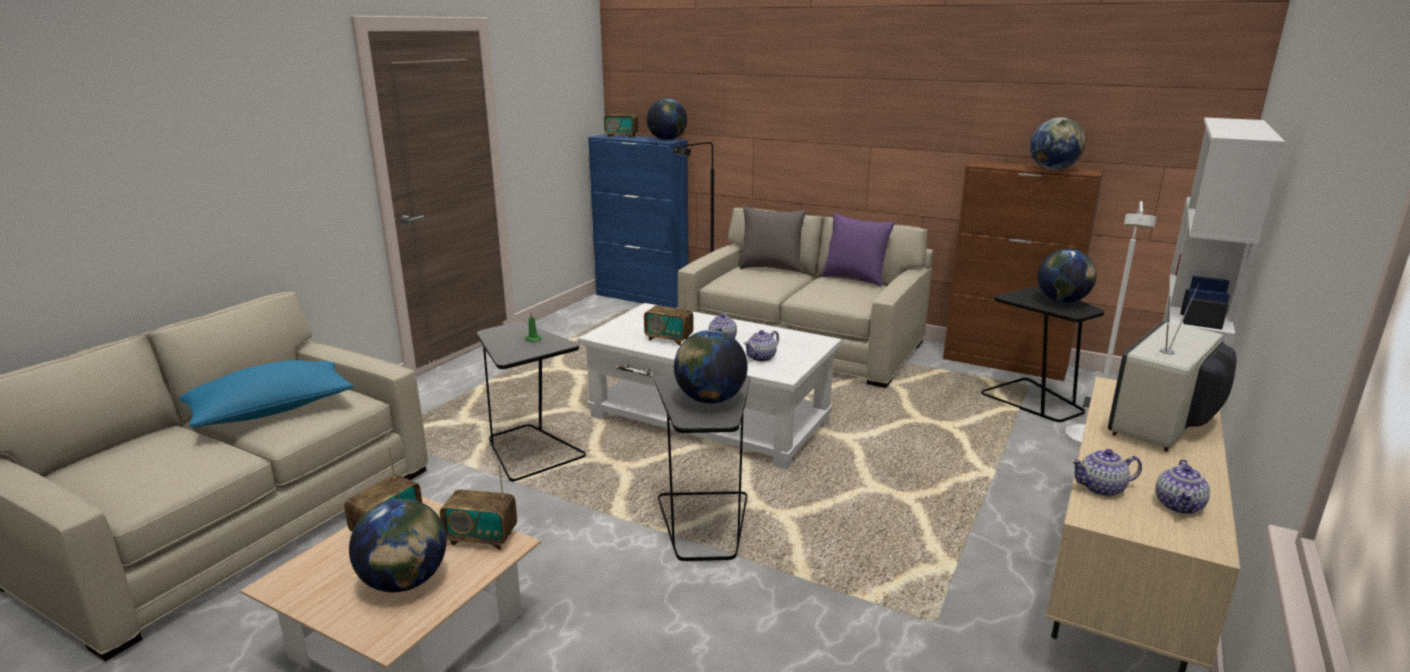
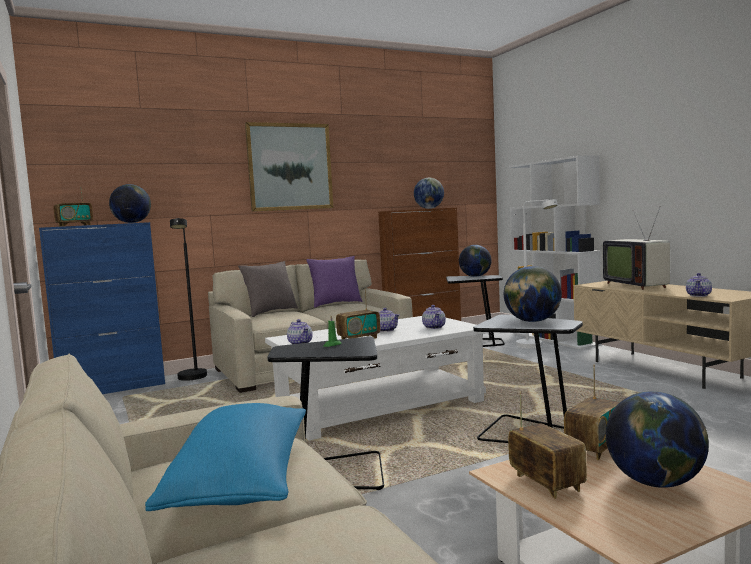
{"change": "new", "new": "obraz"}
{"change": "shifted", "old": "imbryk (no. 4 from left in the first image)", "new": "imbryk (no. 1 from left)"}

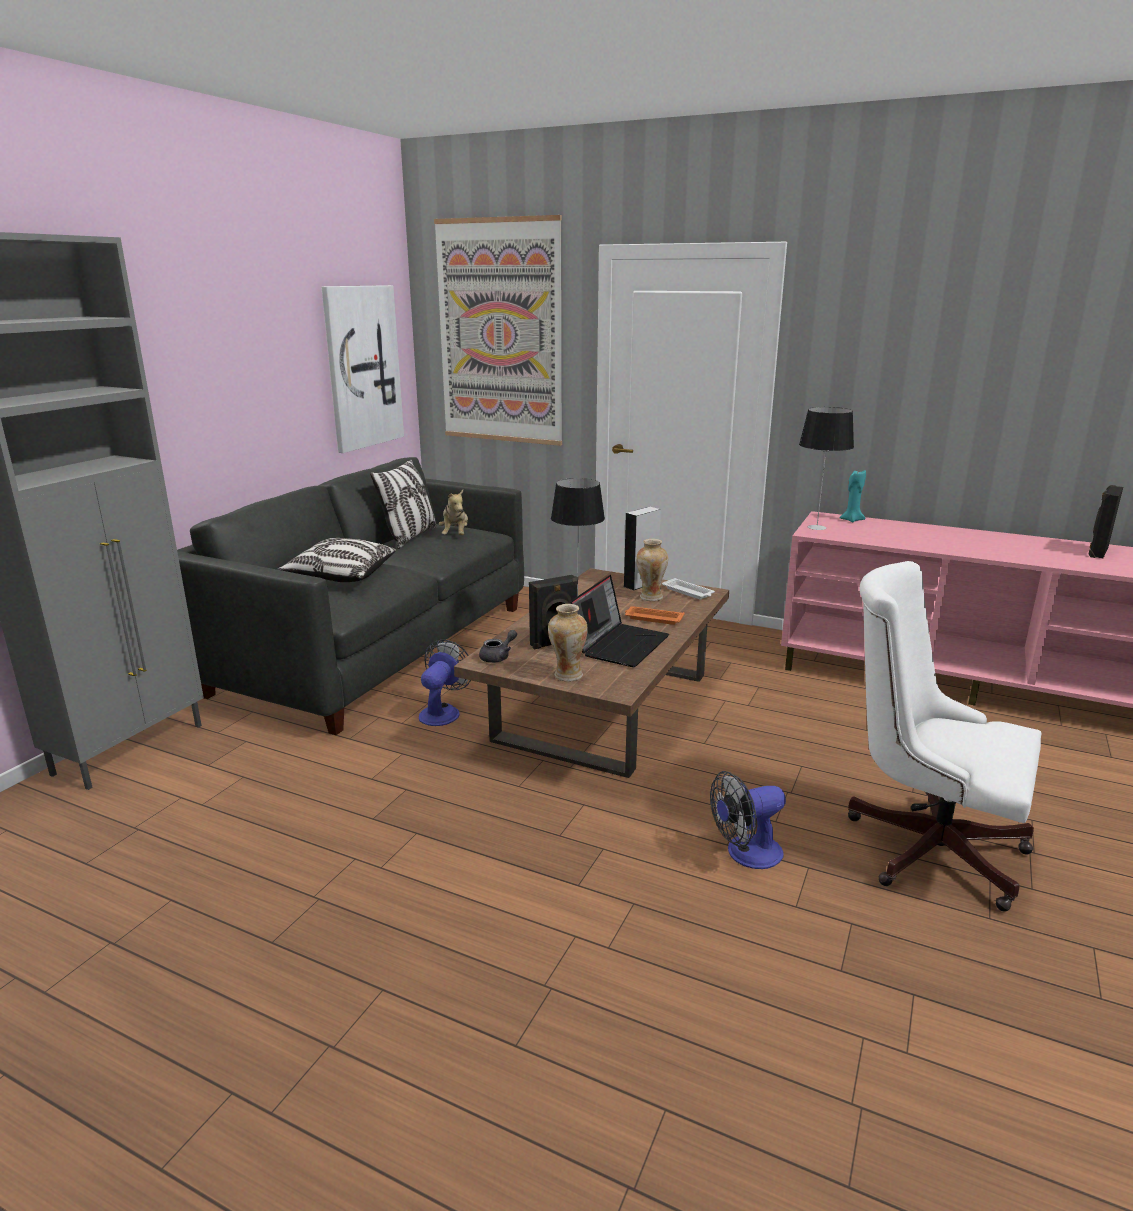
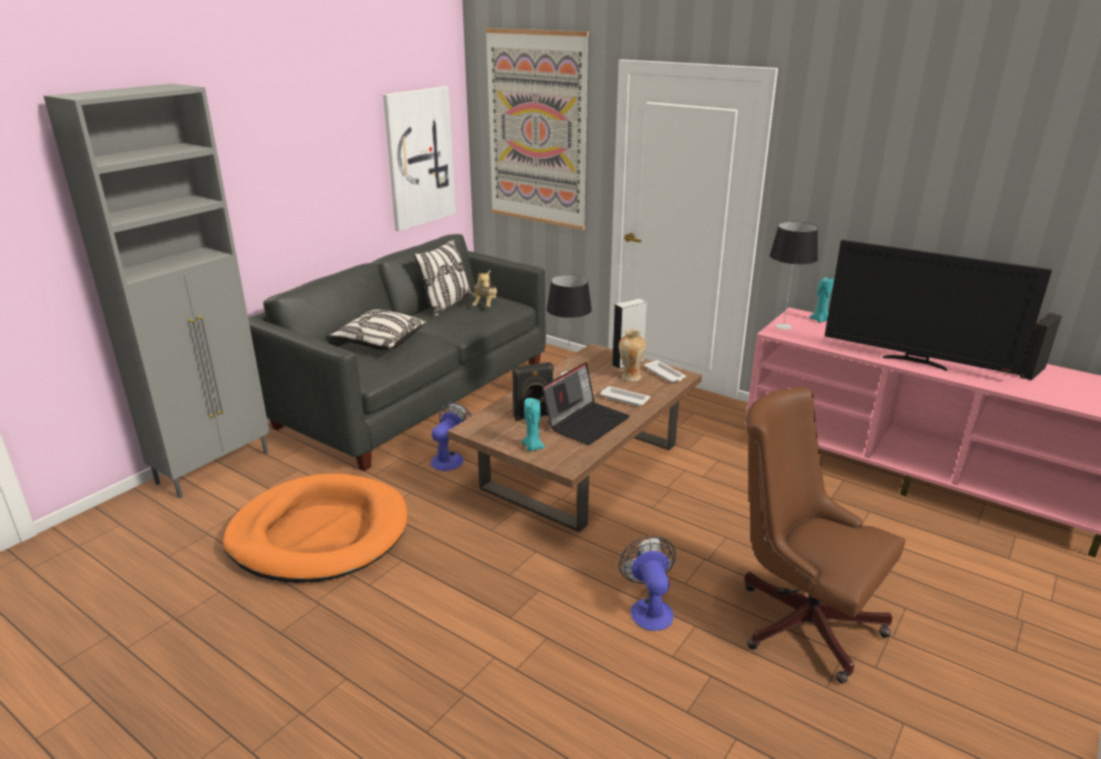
{"change": "new", "new": "legowisko [pomarańczowy]"}
{"change": "swapped", "old": "wazon (no. 1 from left)", "new": "świeca [turkusowy] (no. 1 from left)"}
{"change": "repainted", "old": "taca [pomarańczowy]", "new": "taca [biały] (no. 1 from left)"}
{"change": "rotated", "old": "wentylator (no. 2 from left)", "degrees": 90}
{"change": "repainted", "old": "krzesło biurowe [biały]", "new": "krzesło biurowe [brązowy]"}
{"change": "new", "new": "telewizor"}
{"change": "gone", "old": "imbryk [szary]"}

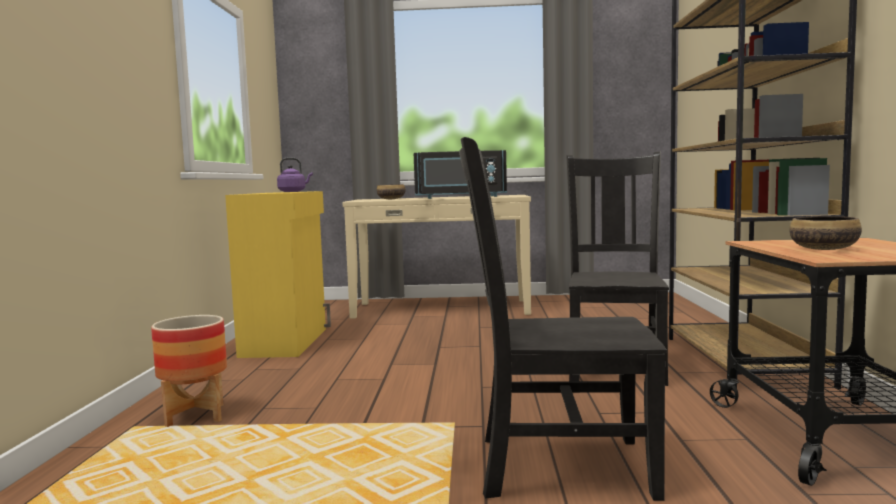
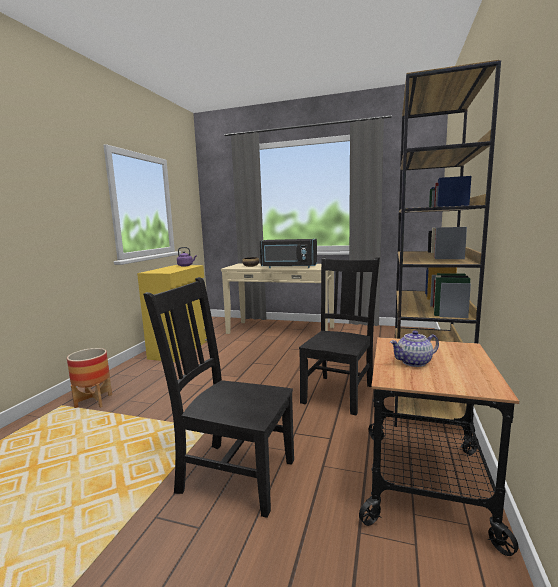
{"change": "swapped", "old": "miska (no. 2 from left)", "new": "imbryk"}

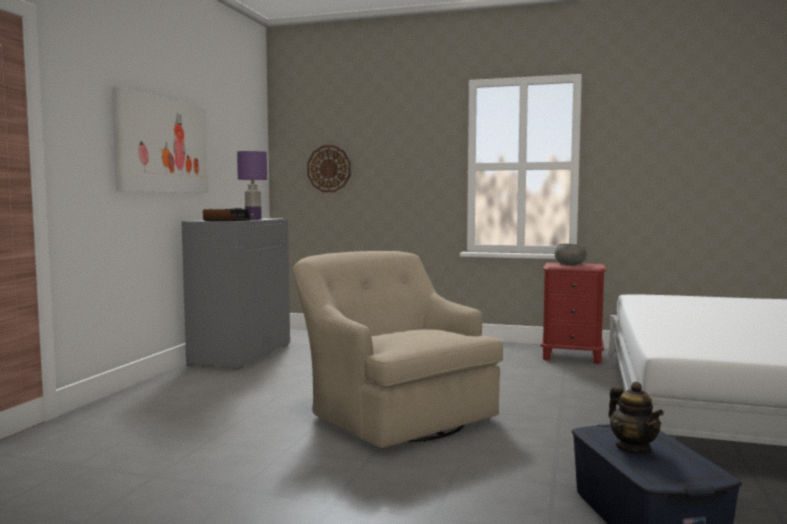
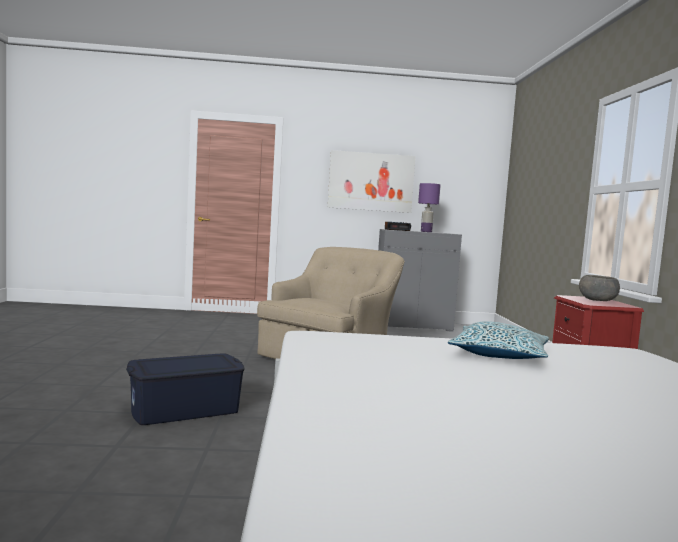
{"change": "new", "new": "poduszka"}
{"change": "gone", "old": "zegar ścienny"}
{"change": "gone", "old": "imbryk"}

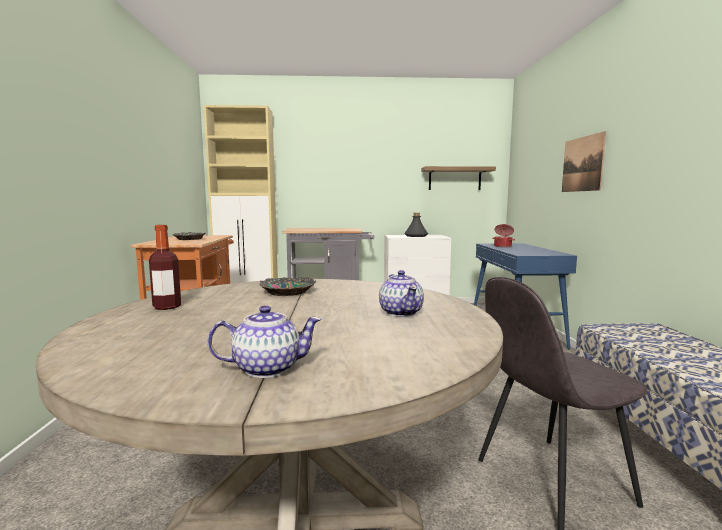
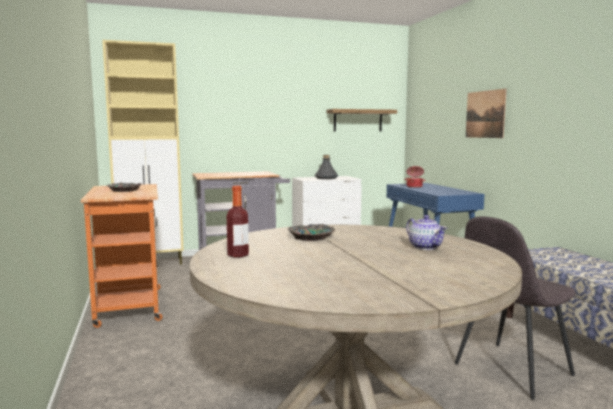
{"change": "gone", "old": "imbryk (no. 1 from left)"}

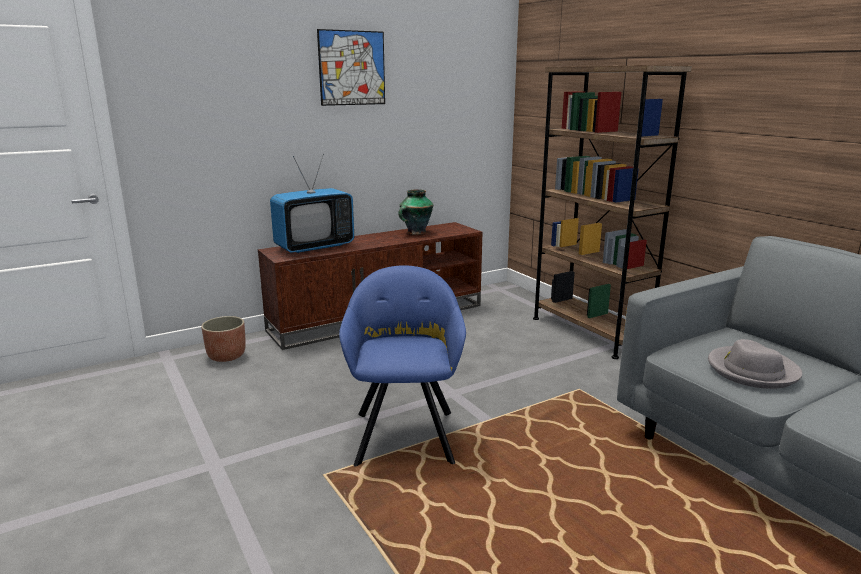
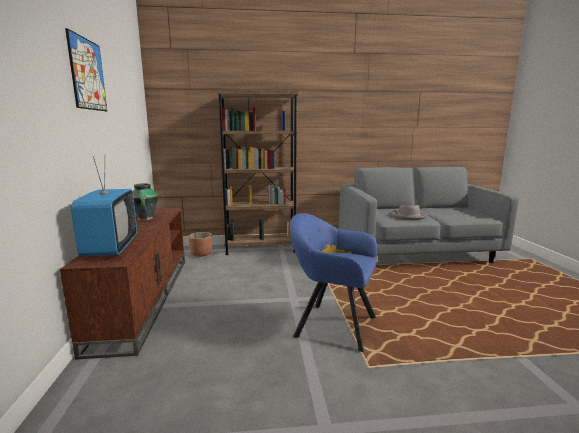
{"change": "shifted", "old": "donica"}

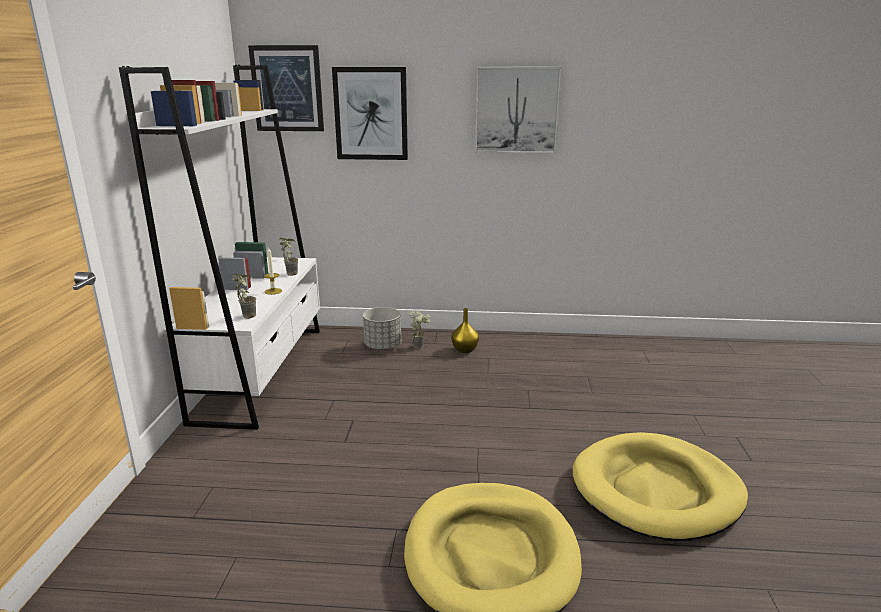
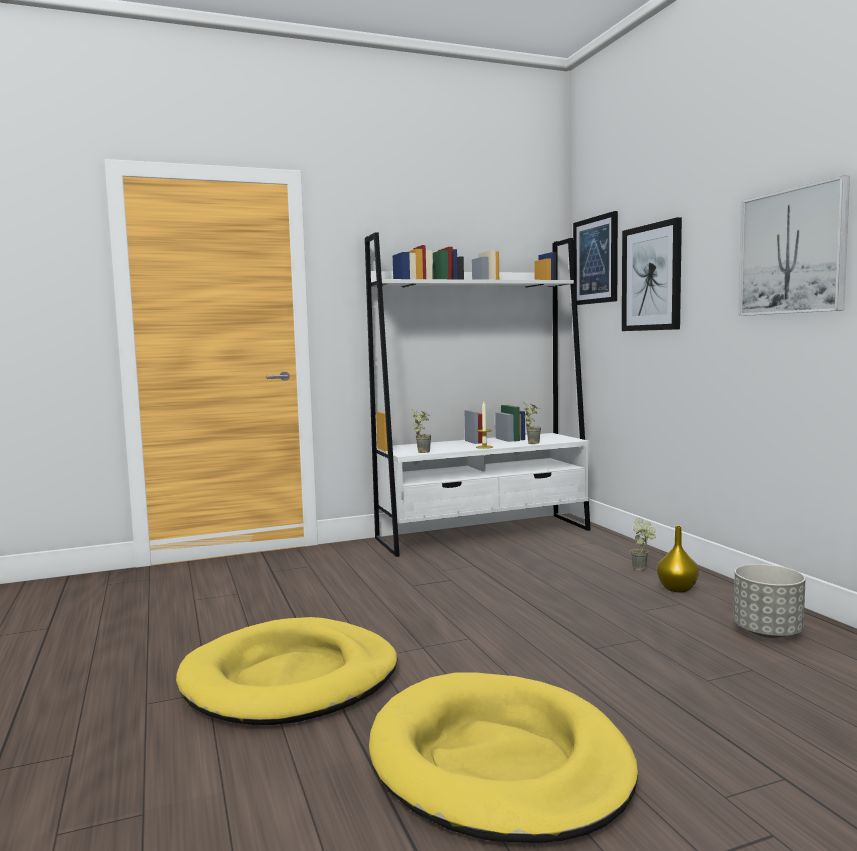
{"change": "shifted", "old": "donica [szary]"}

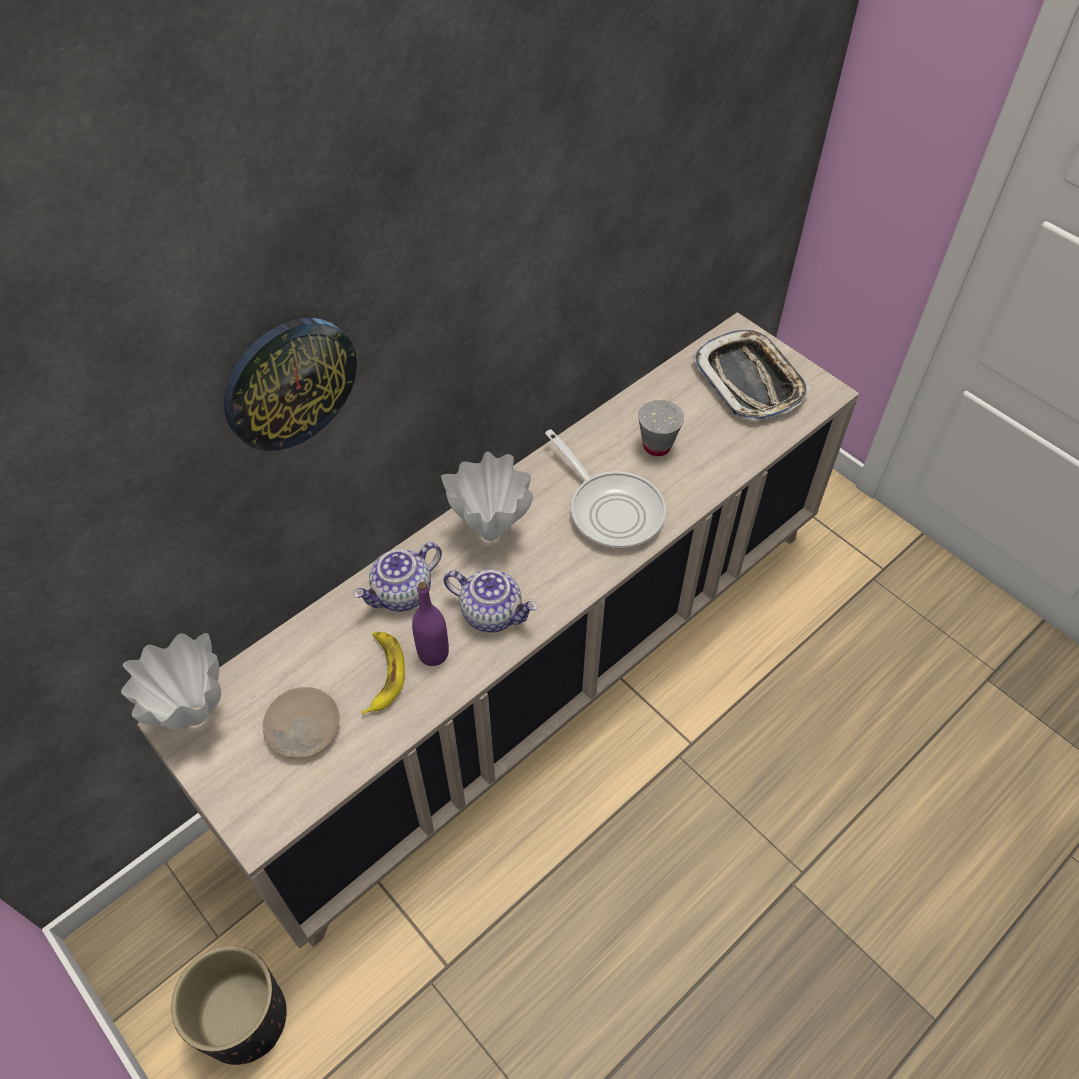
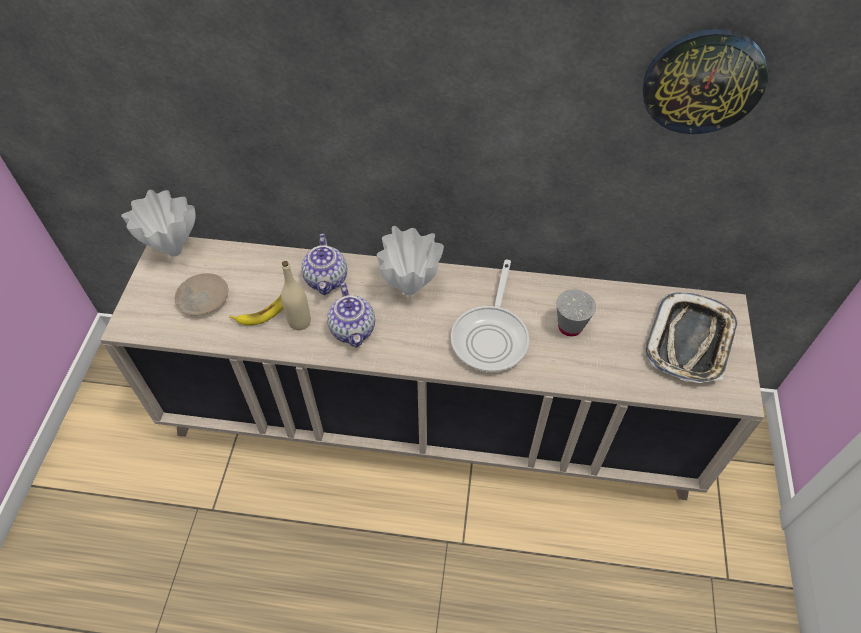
{"change": "repainted", "old": "butelka [fioletowy]", "new": "butelka [beżowy]"}
{"change": "rotated", "old": "imbryk (no. 1 from left)", "degrees": -105}
{"change": "shifted", "old": "zegar ścienny"}
{"change": "gone", "old": "donica [czarny]"}

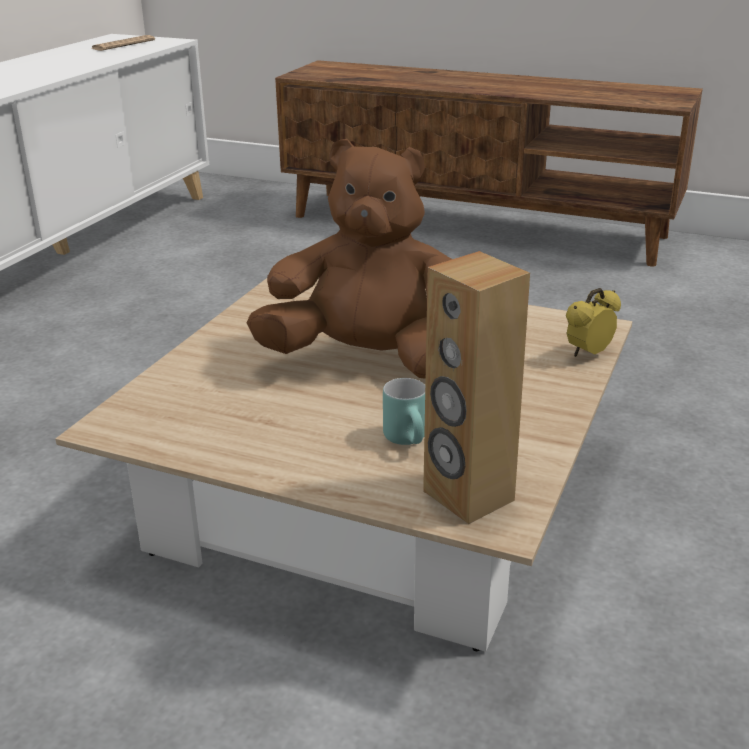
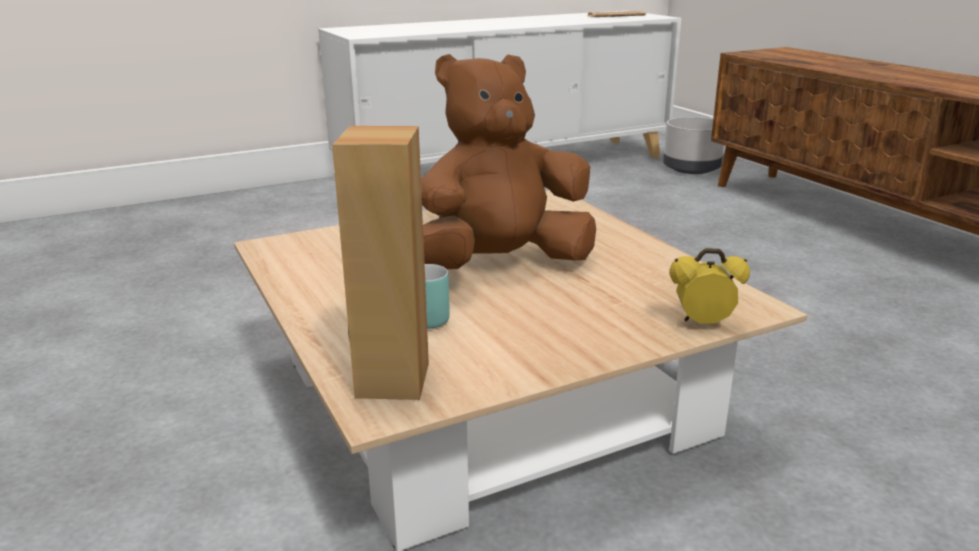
{"change": "rotated", "old": "pluszak [brązowy]", "degrees": -75}
{"change": "new", "new": "donica [szary]"}

